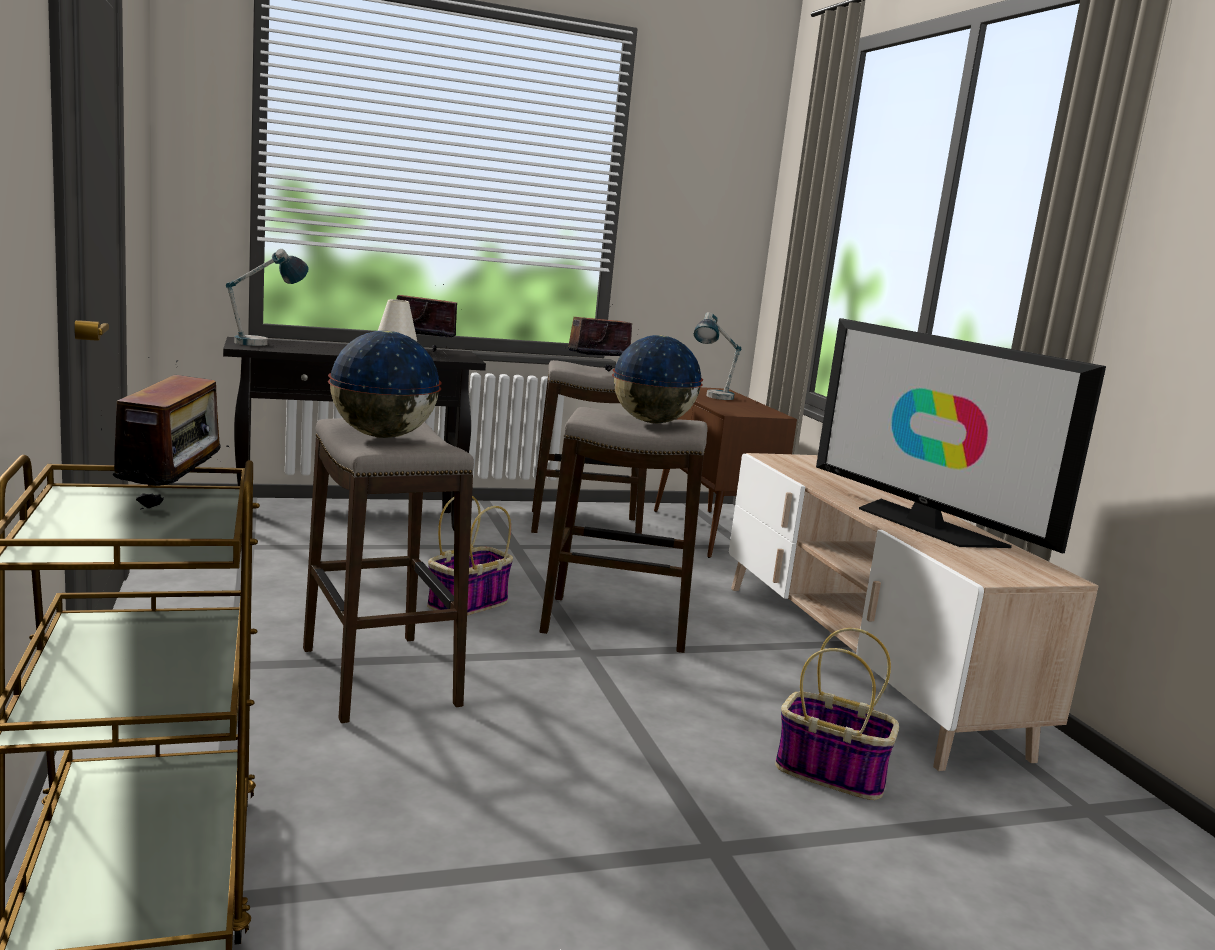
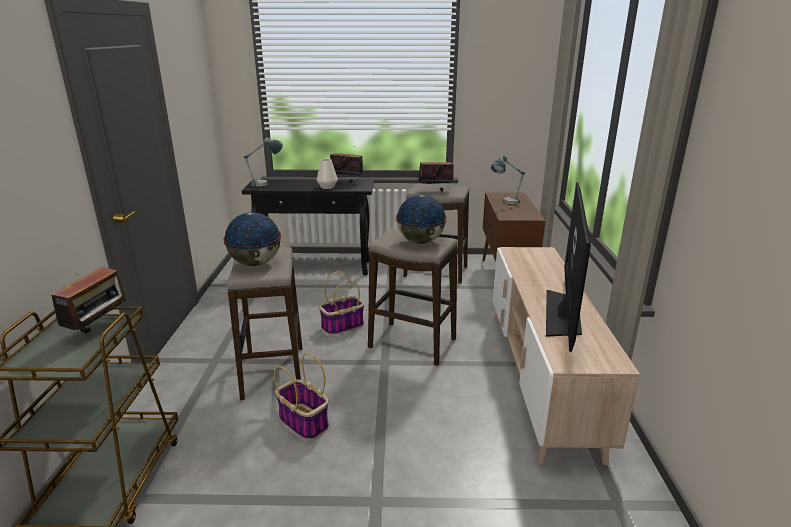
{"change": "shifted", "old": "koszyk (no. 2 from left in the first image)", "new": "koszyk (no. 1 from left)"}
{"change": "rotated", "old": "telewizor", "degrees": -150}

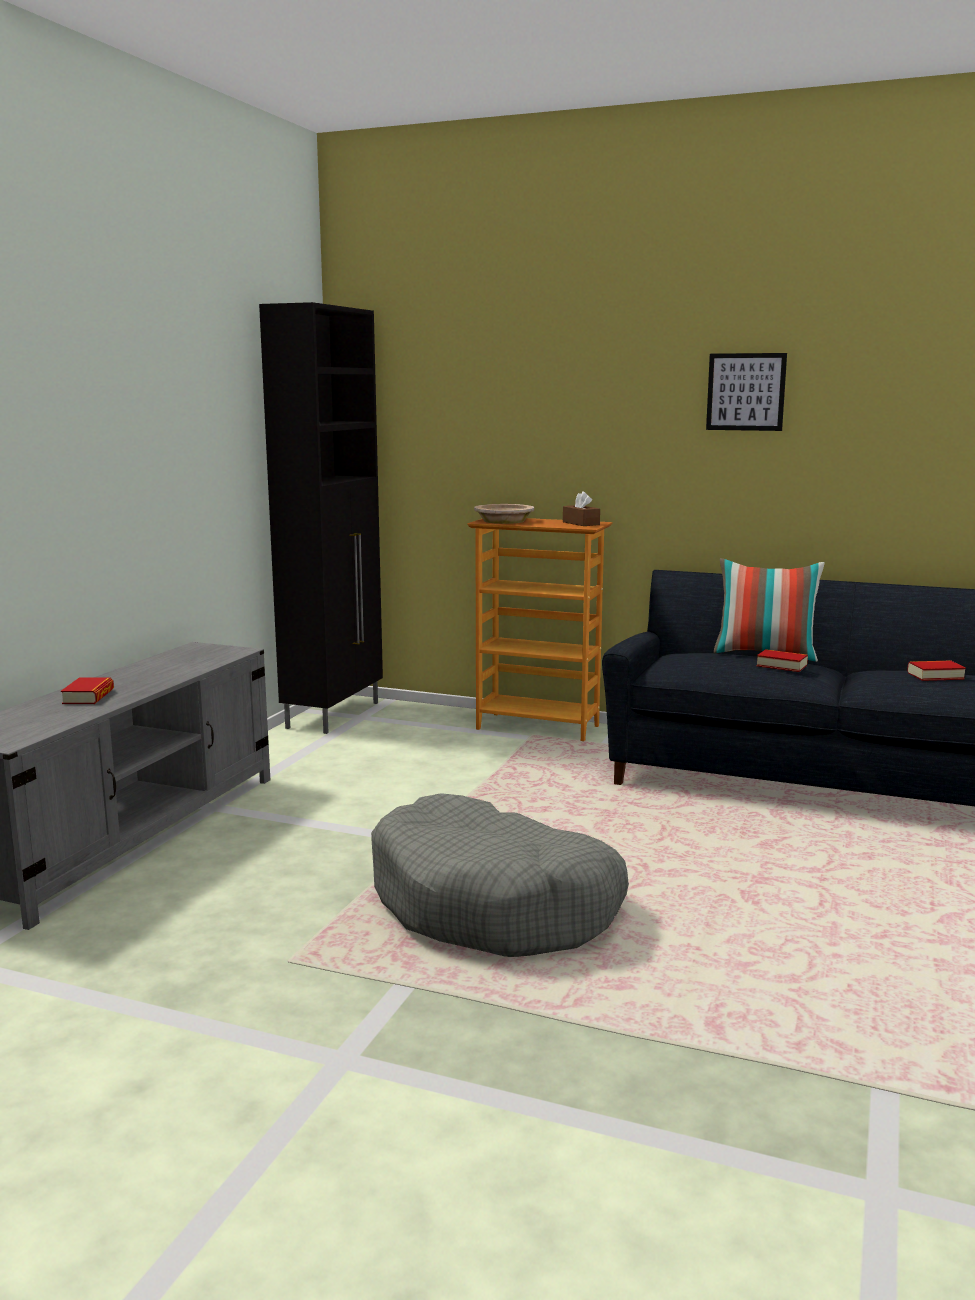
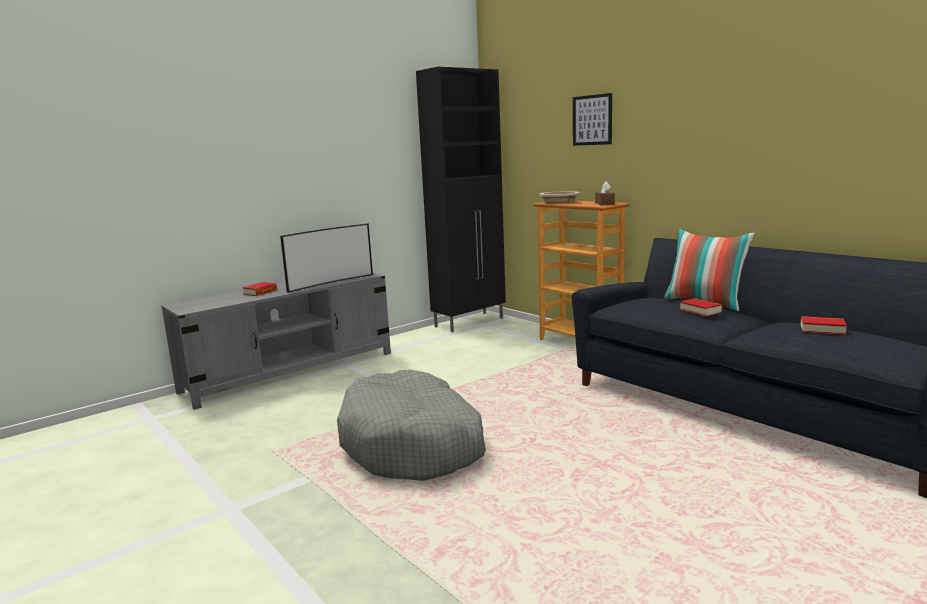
{"change": "new", "new": "telewizor"}
{"change": "shifted", "old": "obraz"}

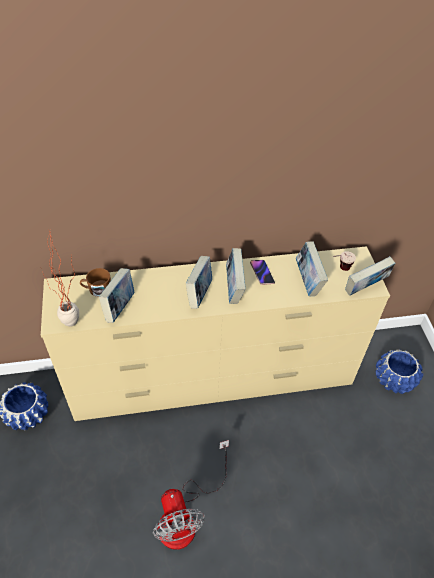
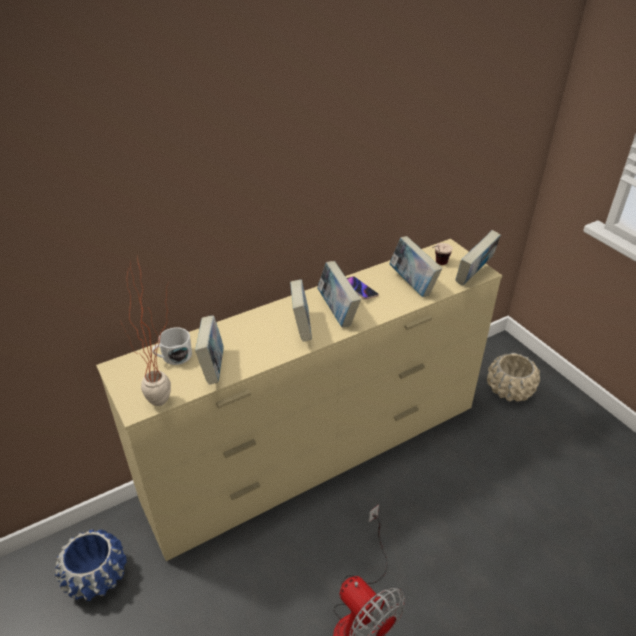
{"change": "repainted", "old": "kubek [brązowy]", "new": "kubek [biały]"}
{"change": "repainted", "old": "donica [niebieski] (no. 2 from left)", "new": "donica [beżowy]"}

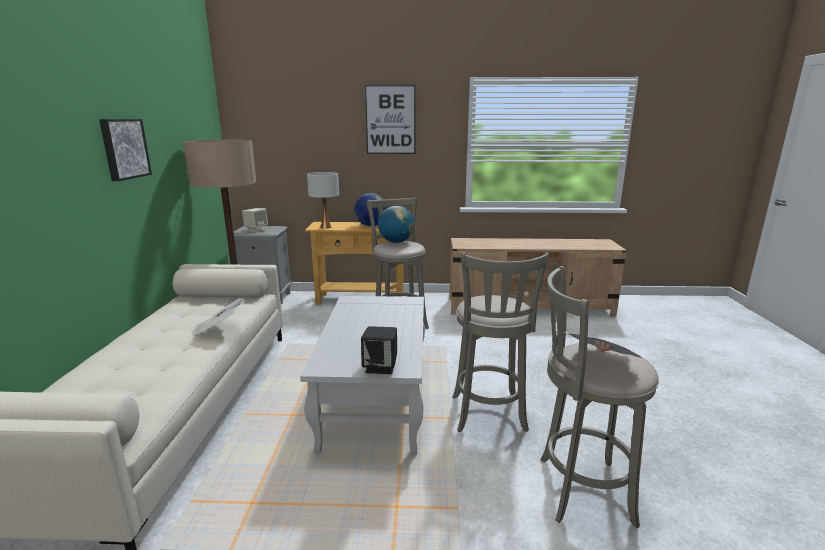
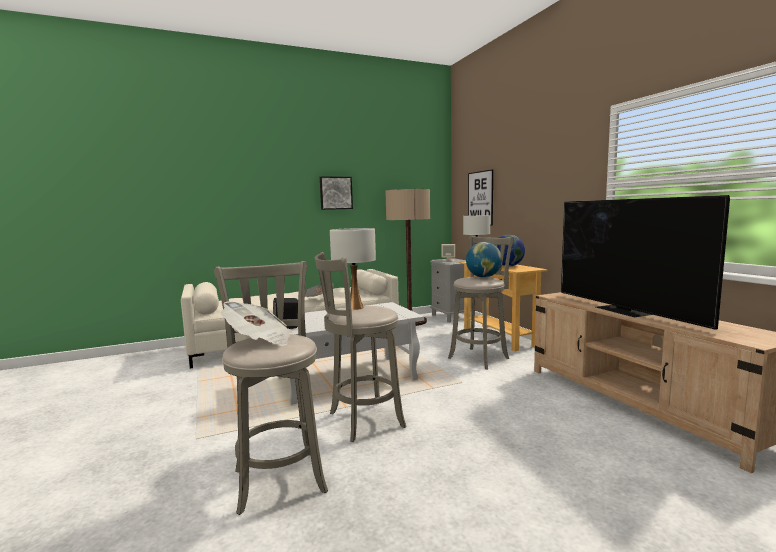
{"change": "new", "new": "lampa stołowa [biały] (no. 1 from left)"}
{"change": "shifted", "old": "obraz (no. 2 from left)"}
{"change": "new", "new": "telewizor"}

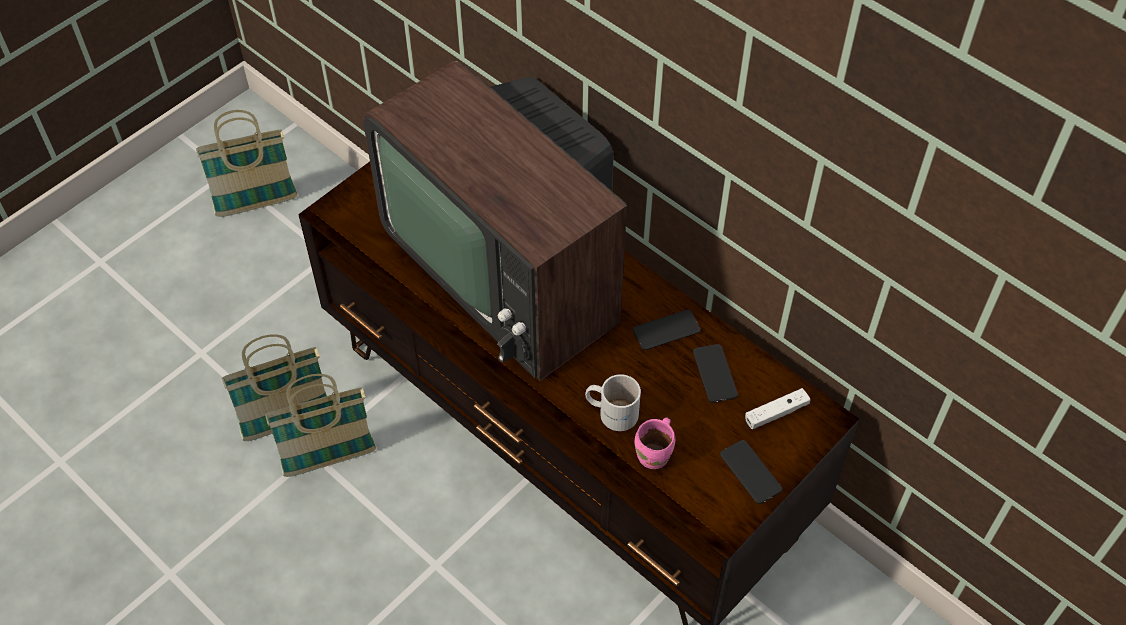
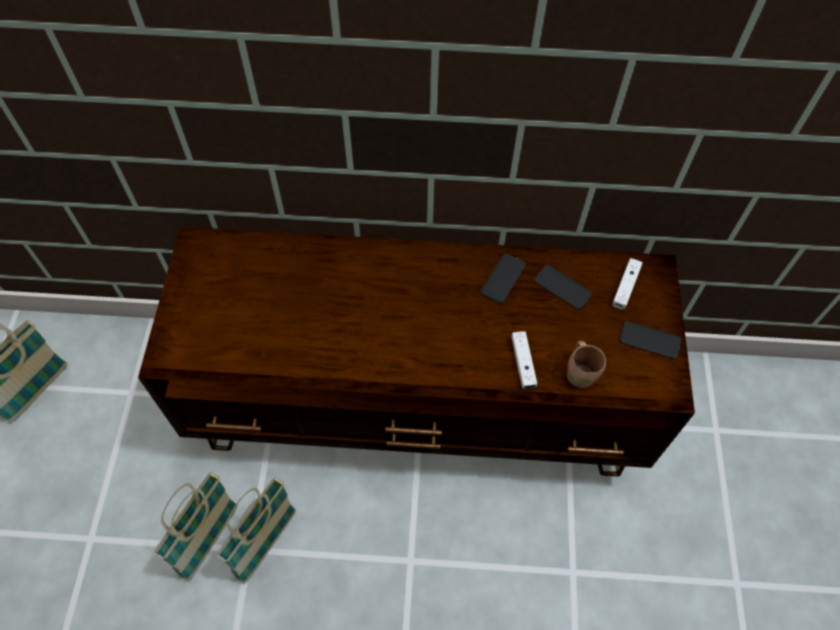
{"change": "swapped", "old": "kubek [biały]", "new": "pad do gier [biały] (no. 1 from left)"}
{"change": "repainted", "old": "kubek [różowy]", "new": "kubek [brązowy]"}
{"change": "gone", "old": "telewizor"}

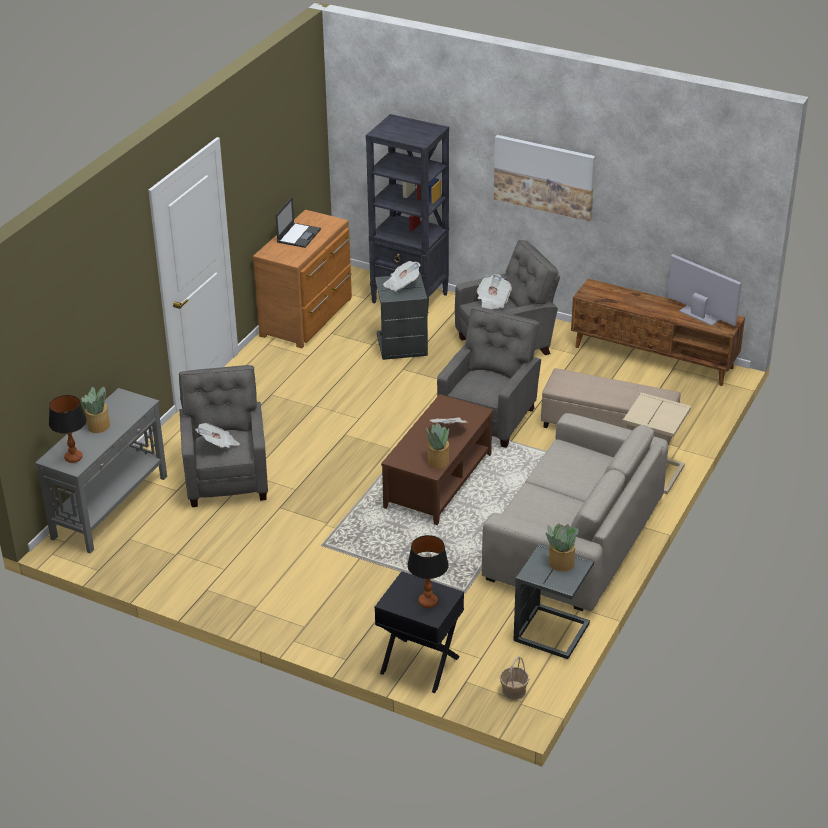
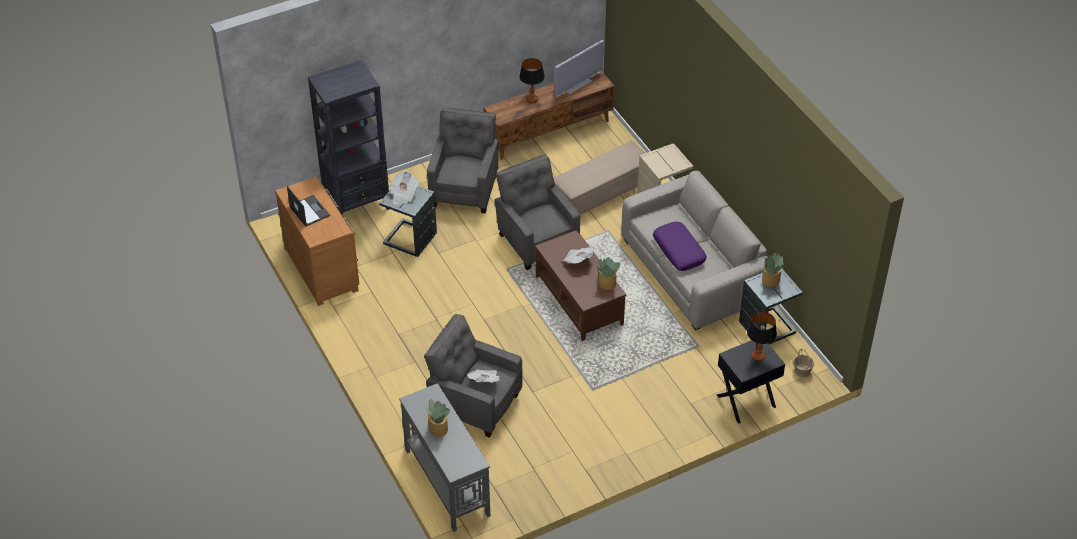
{"change": "shifted", "old": "lampa stołowa (no. 1 from left)"}
{"change": "rotated", "old": "telewizor", "degrees": 150}
{"change": "new", "new": "poduszka [fioletowy]"}
{"change": "gone", "old": "gazeta (no. 4 from left)"}
{"change": "gone", "old": "obraz"}

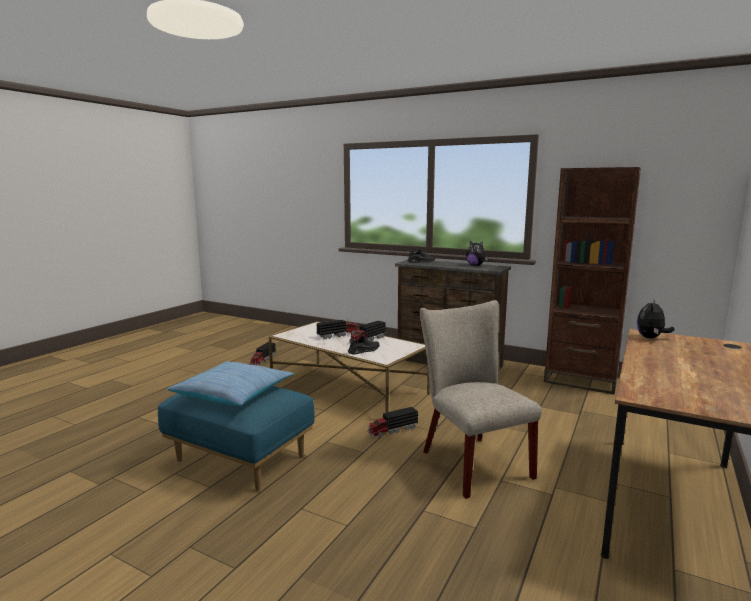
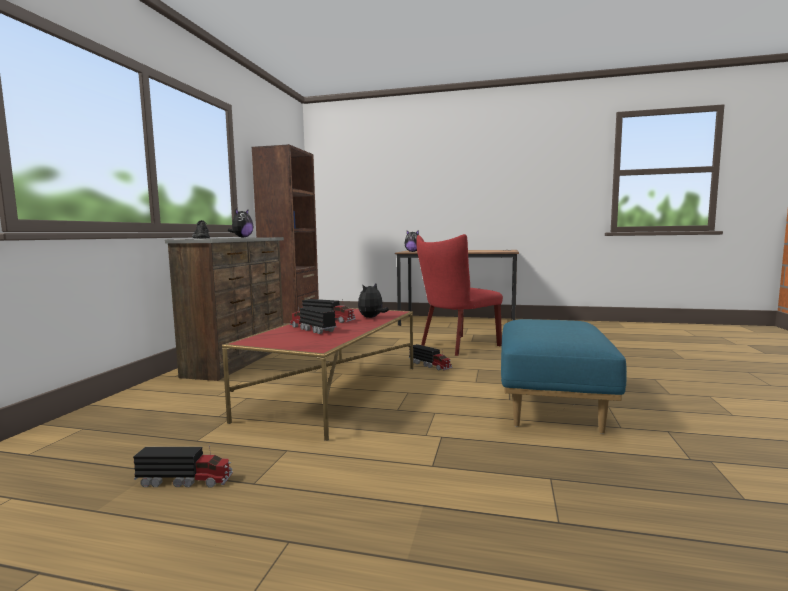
{"change": "repainted", "old": "ława [biały]", "new": "ława [czerwony]"}
{"change": "swapped", "old": "but [czarny] (no. 1 from left)", "new": "pluszak (no. 2 from left)"}
{"change": "repainted", "old": "krzesło [beżowy]", "new": "krzesło [czerwony]"}
{"change": "gone", "old": "poduszka"}

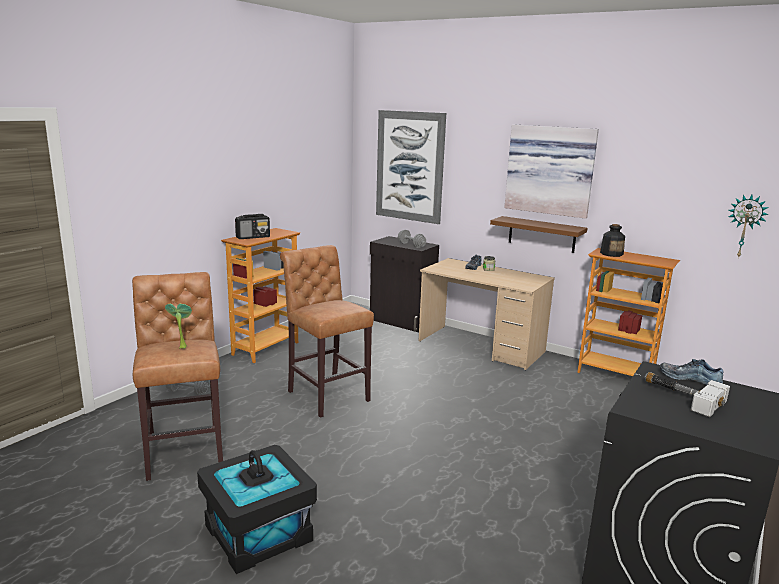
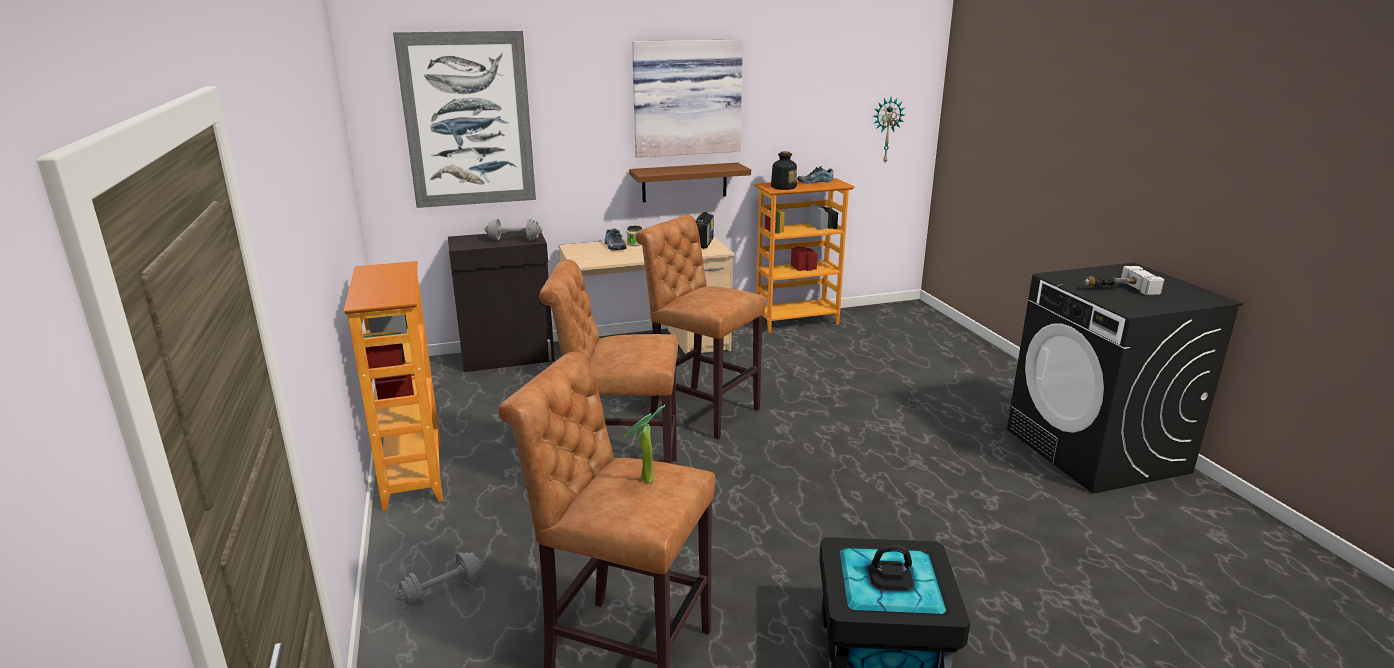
{"change": "new", "new": "stołek [brązowy] (no. 3 from left)"}
{"change": "shifted", "old": "radio"}
{"change": "shifted", "old": "but (no. 2 from left)"}

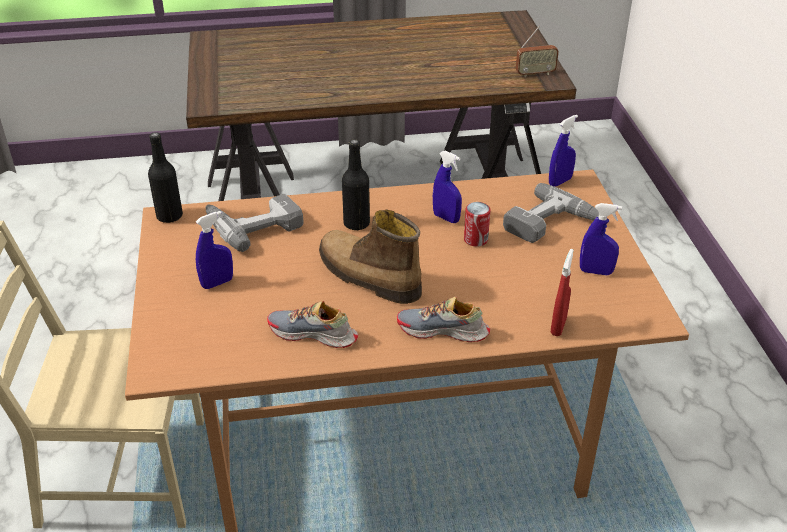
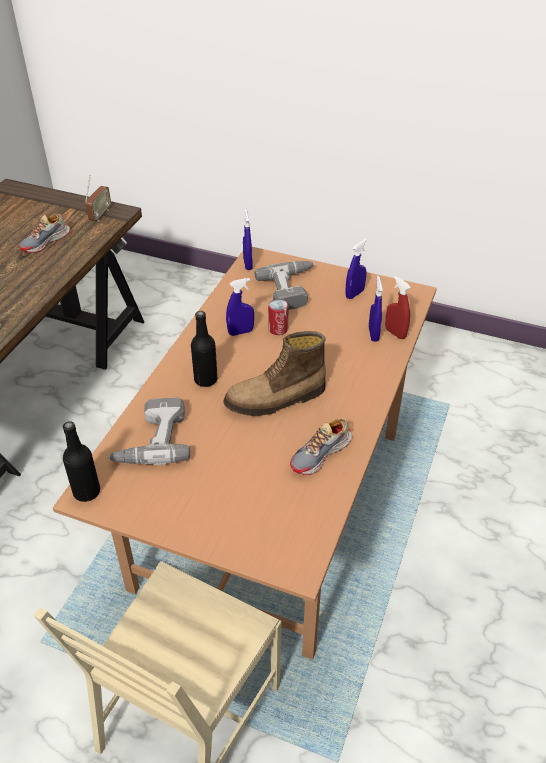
{"change": "shifted", "old": "but (no. 2 from left in the first image)", "new": "but (no. 1 from left)"}
{"change": "shifted", "old": "spryskiwacz [niebieski] (no. 1 from left in the first image)", "new": "spryskiwacz [niebieski] (no. 4 from left)"}

